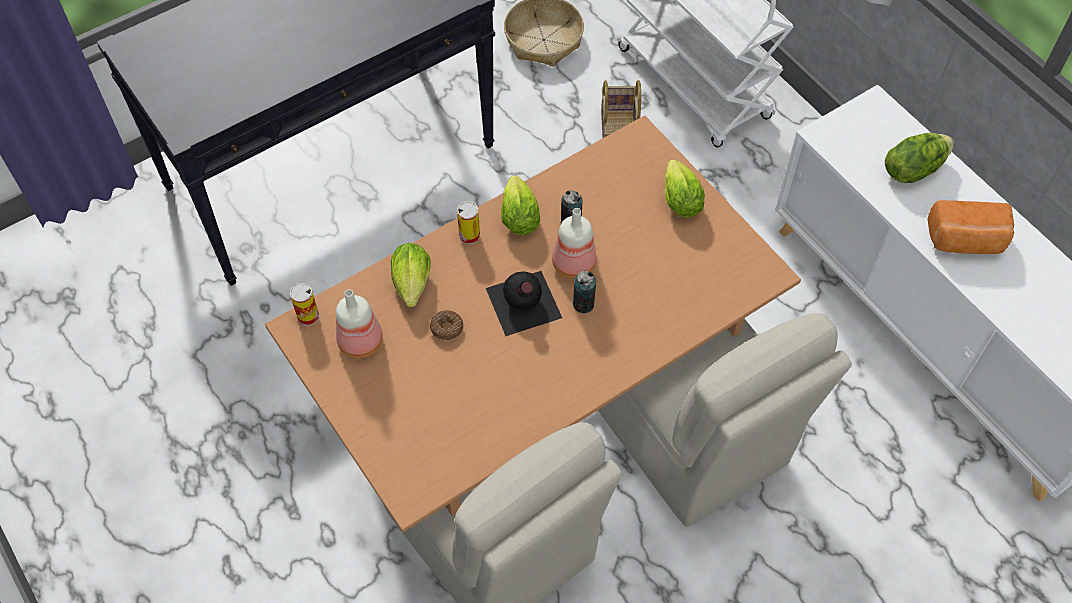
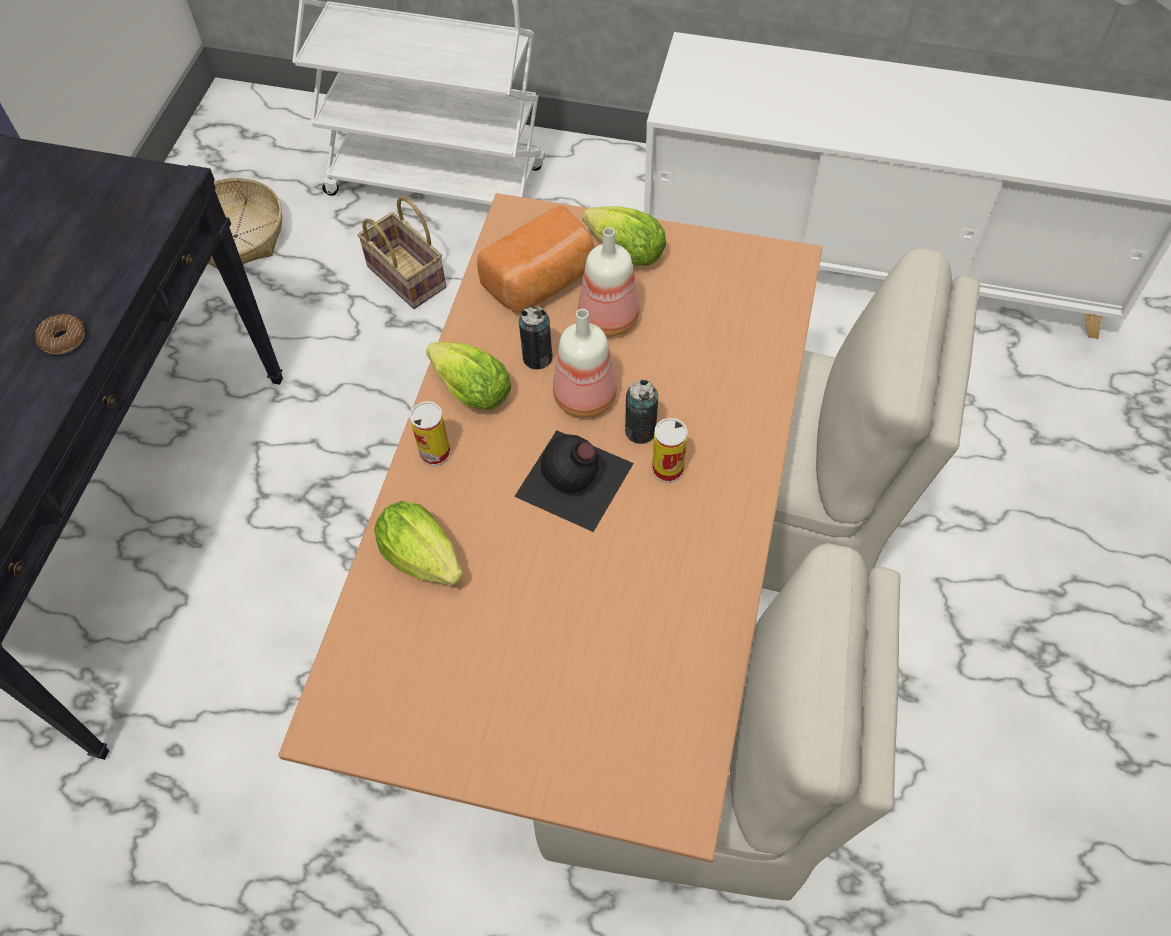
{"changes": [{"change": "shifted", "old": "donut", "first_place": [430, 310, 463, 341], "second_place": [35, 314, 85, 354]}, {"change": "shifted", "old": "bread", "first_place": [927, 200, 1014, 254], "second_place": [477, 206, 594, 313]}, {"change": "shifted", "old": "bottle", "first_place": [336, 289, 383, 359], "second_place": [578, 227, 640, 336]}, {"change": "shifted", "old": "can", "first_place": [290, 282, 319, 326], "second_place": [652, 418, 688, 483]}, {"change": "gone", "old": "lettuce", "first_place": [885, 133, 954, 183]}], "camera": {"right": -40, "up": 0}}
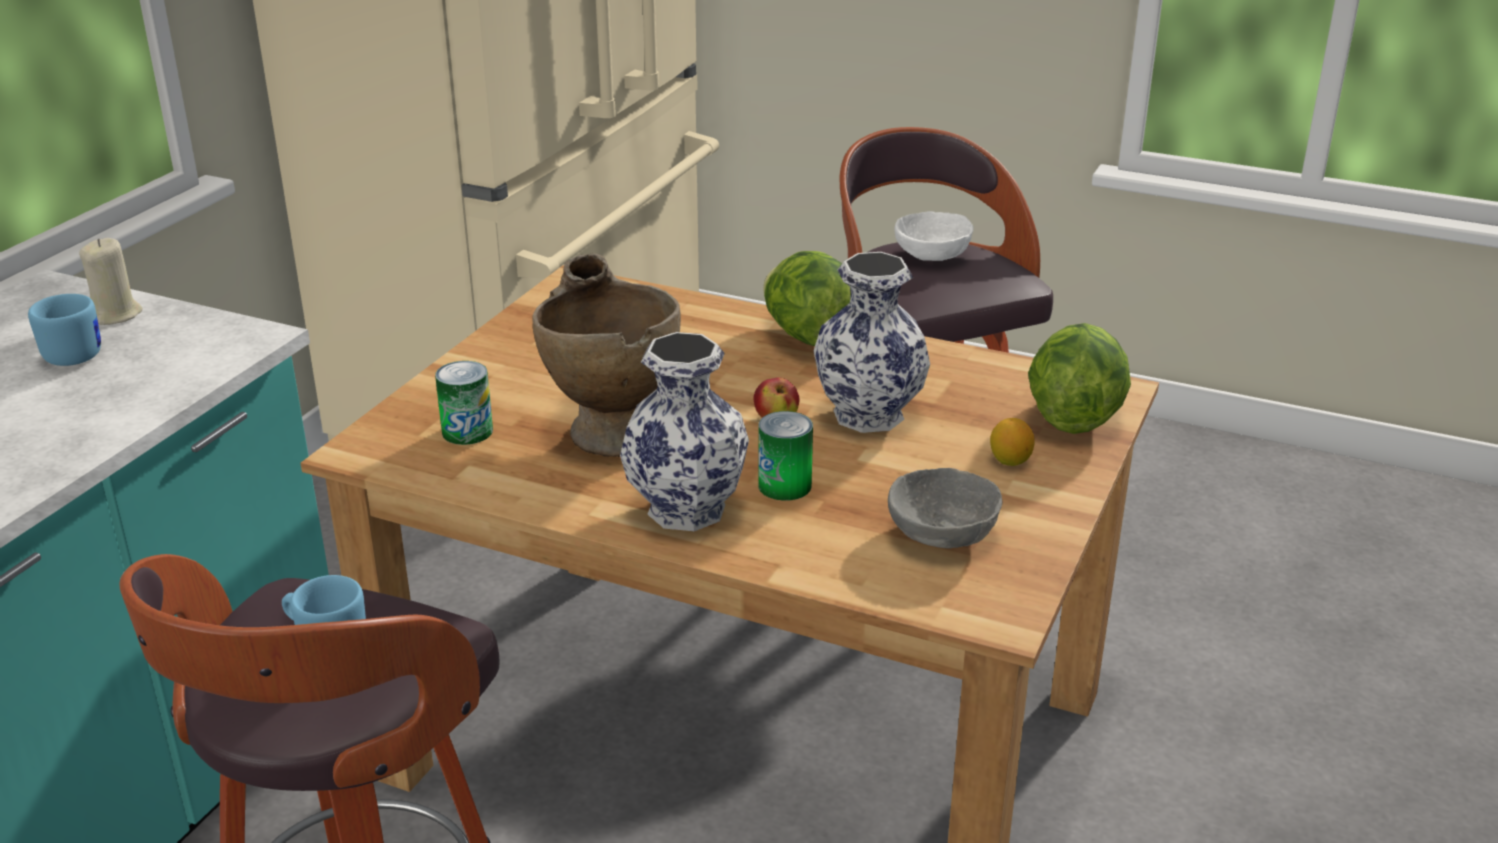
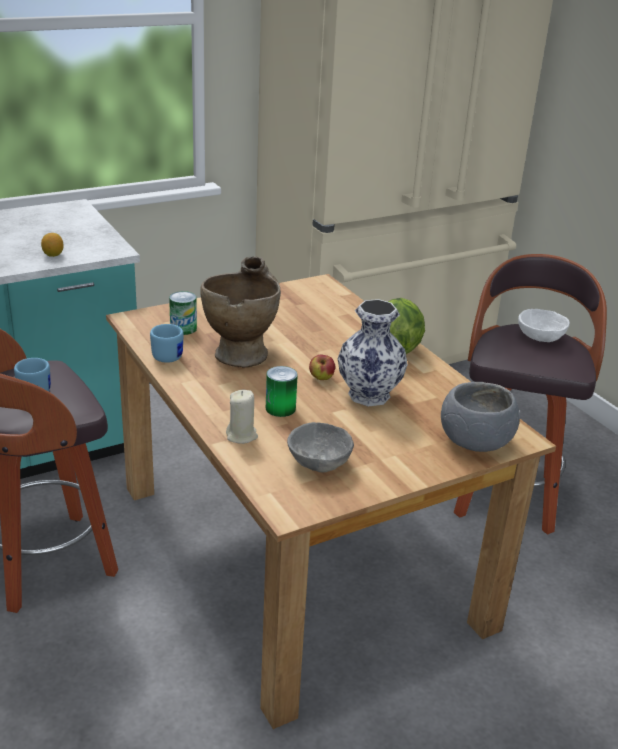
{"changes": [{"change": "shifted", "old": "lemon", "first_place": [990, 418, 1035, 466], "second_place": [41, 233, 63, 257]}, {"change": "shifted", "old": "mug in blue", "first_place": [28, 294, 101, 366], "second_place": [150, 324, 183, 363]}, {"change": "shifted", "old": "candle in beige", "first_place": [79, 238, 143, 325], "second_place": [226, 390, 258, 444]}, {"change": "swapped", "old": "lettuce", "new": "bowl in grey", "first_place": [1028, 323, 1131, 434], "second_place": [441, 382, 520, 452]}, {"change": "gone", "old": "vase", "first_place": [620, 332, 749, 531]}], "camera": {"right": 35, "up": 0}}
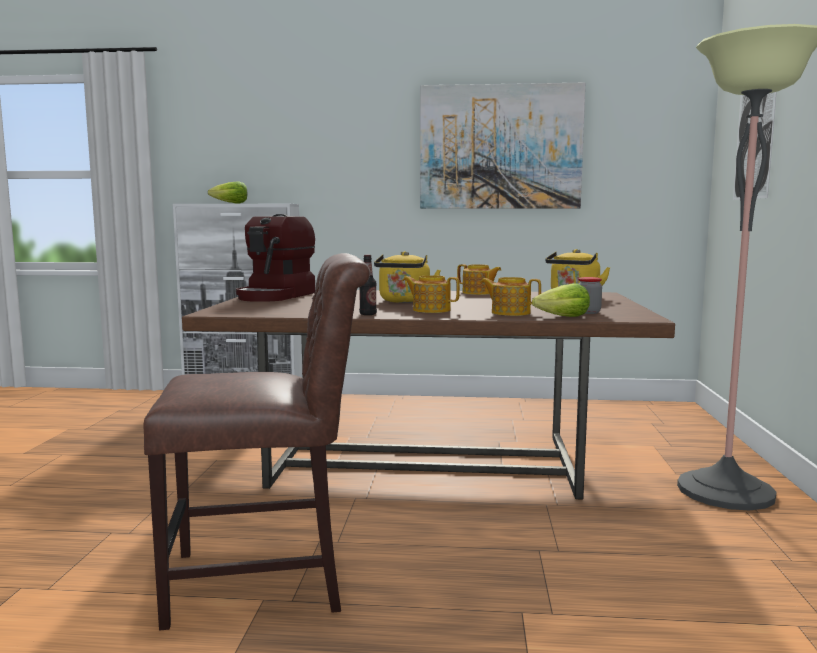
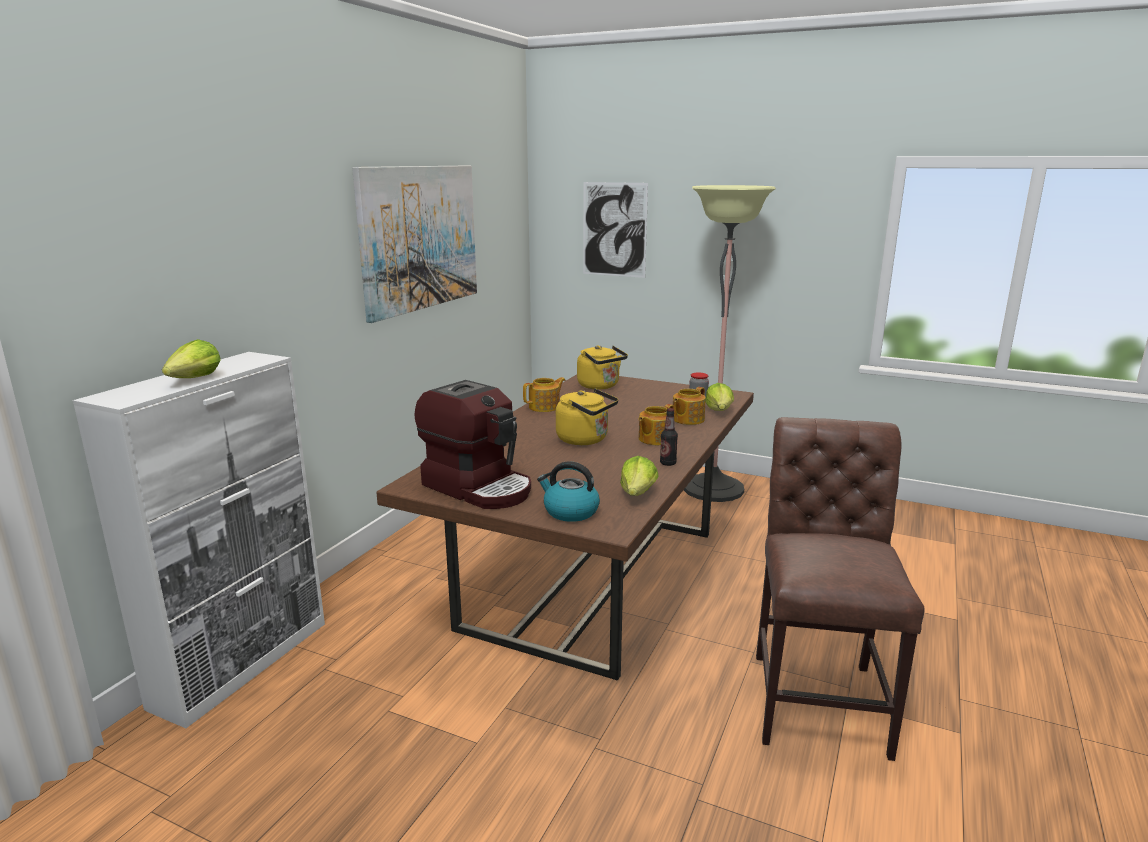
{"changes": [{"change": "new", "new": "kettle", "second_place": [537, 461, 600, 522]}, {"change": "new", "new": "lettuce", "second_place": [620, 456, 659, 496]}], "camera": {"right": -70, "up": 10}}
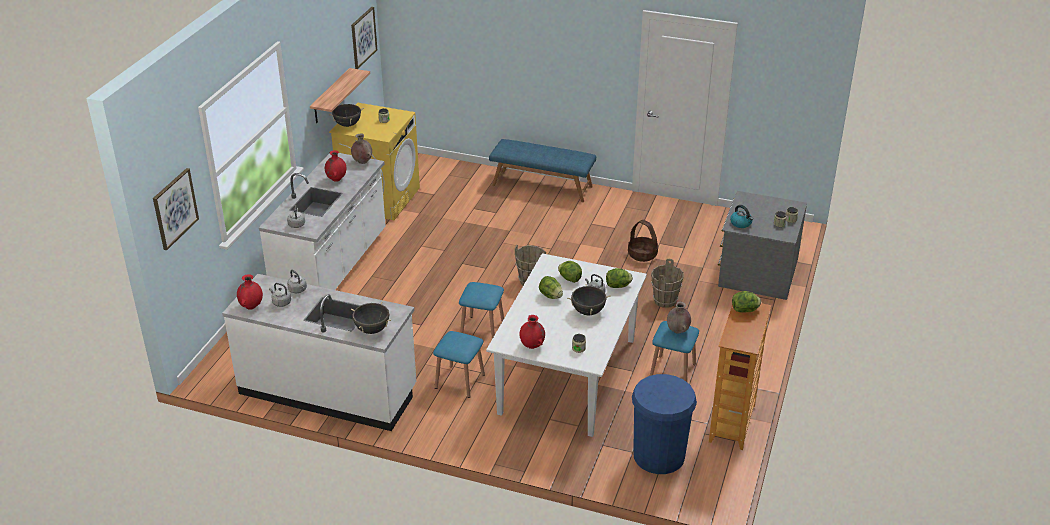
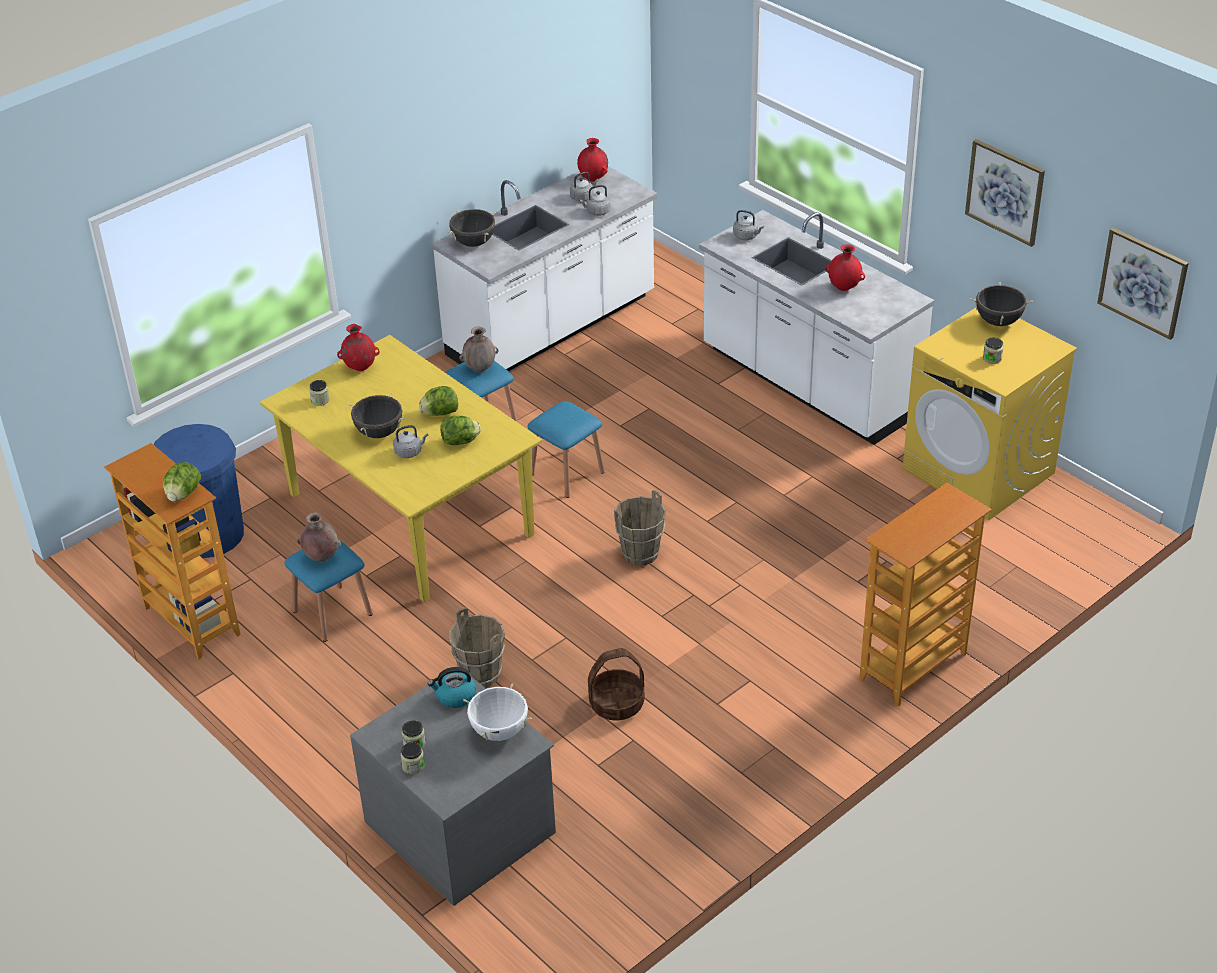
{"changes": [{"change": "repainted", "old": "dining table in white", "new": "dining table in yellow", "first_place": [486, 253, 647, 437], "second_place": [260, 335, 542, 602]}, {"change": "shifted", "old": "vase in brown", "first_place": [351, 133, 372, 164], "second_place": [459, 327, 498, 372]}, {"change": "new", "new": "cooking pot in white", "second_place": [463, 683, 532, 741]}, {"change": "swapped", "old": "bench in blue", "new": "bookcase", "first_place": [489, 139, 596, 202], "second_place": [859, 483, 992, 707]}, {"change": "shifted", "old": "picture", "first_place": [153, 168, 199, 250], "second_place": [965, 139, 1045, 247]}, {"change": "gone", "old": "shelf", "first_place": [310, 68, 370, 123]}, {"change": "gone", "old": "lettuce", "first_place": [606, 268, 633, 288]}], "camera": {"right": 120, "up": 5}}
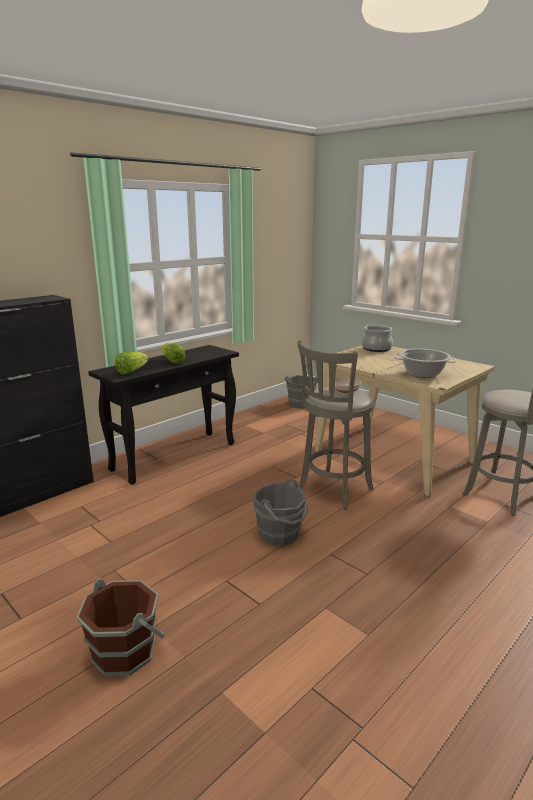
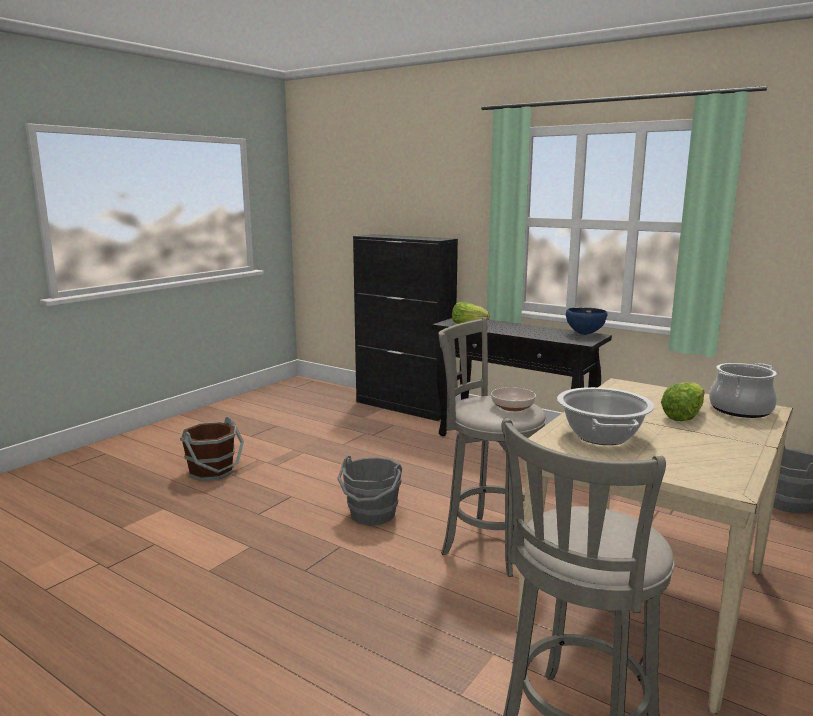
{"changes": [{"change": "new", "new": "bowl in blue", "second_place": [566, 308, 607, 335]}, {"change": "shifted", "old": "lettuce", "first_place": [161, 343, 186, 364], "second_place": [661, 382, 704, 421]}], "camera": {"right": 80, "up": -5}}
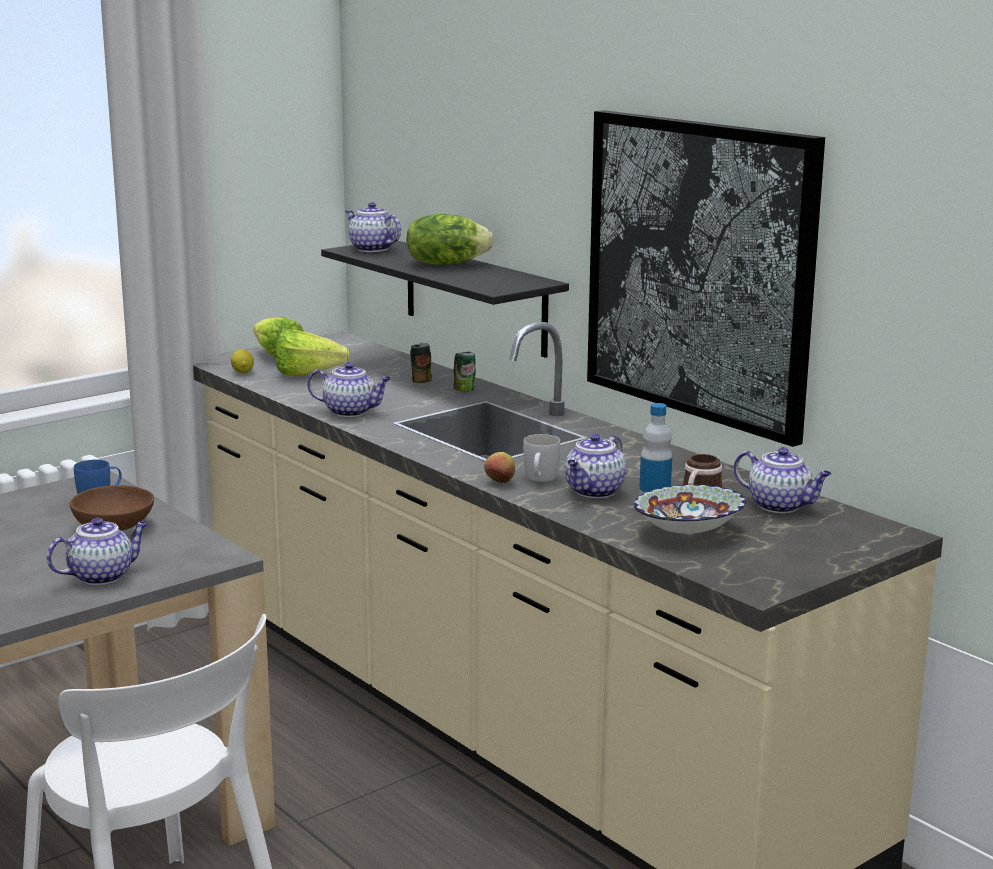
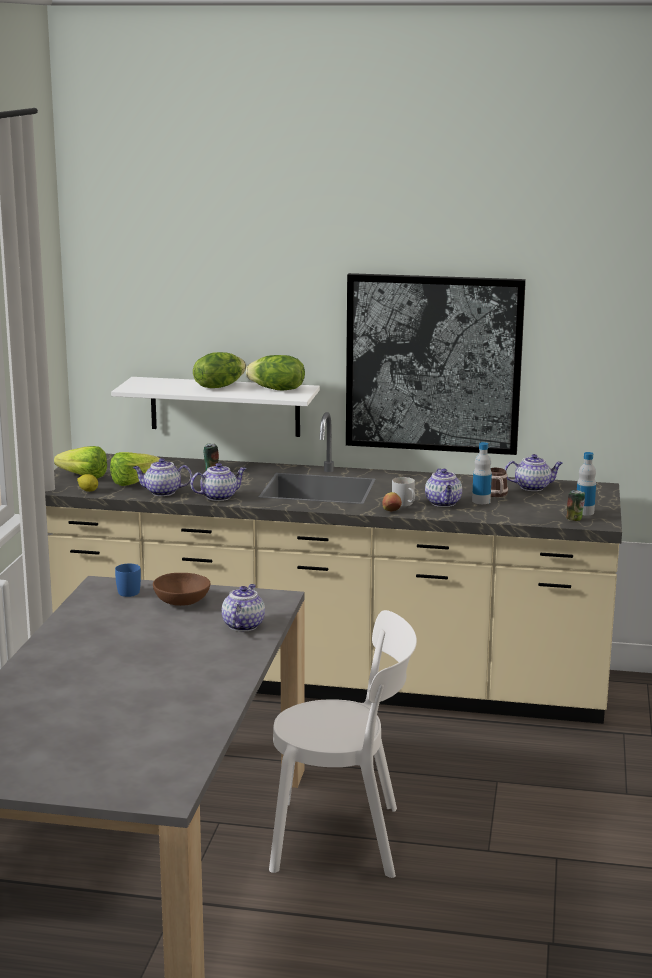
{"changes": [{"change": "repainted", "old": "shelf in black", "new": "shelf in white", "first_place": [321, 241, 569, 358], "second_place": [111, 377, 320, 437]}, {"change": "shifted", "old": "teapot", "first_place": [345, 202, 401, 252], "second_place": [133, 458, 192, 496]}, {"change": "new", "new": "lettuce", "second_place": [246, 355, 305, 390]}, {"change": "shifted", "old": "can", "first_place": [454, 352, 476, 392], "second_place": [566, 490, 585, 521]}, {"change": "new", "new": "bottle", "second_place": [577, 452, 596, 515]}, {"change": "gone", "old": "bowl", "first_place": [634, 485, 746, 535]}], "camera": {"right": -40, "up": 0}}
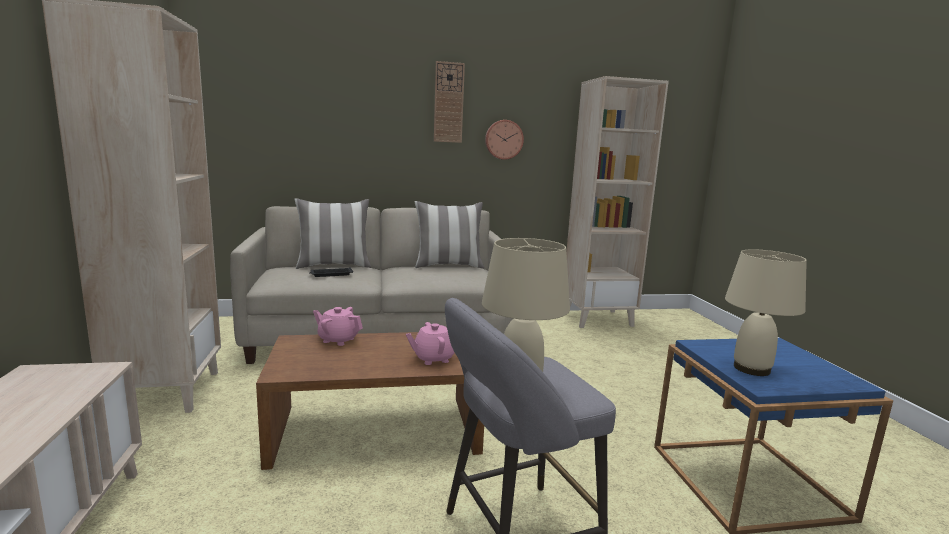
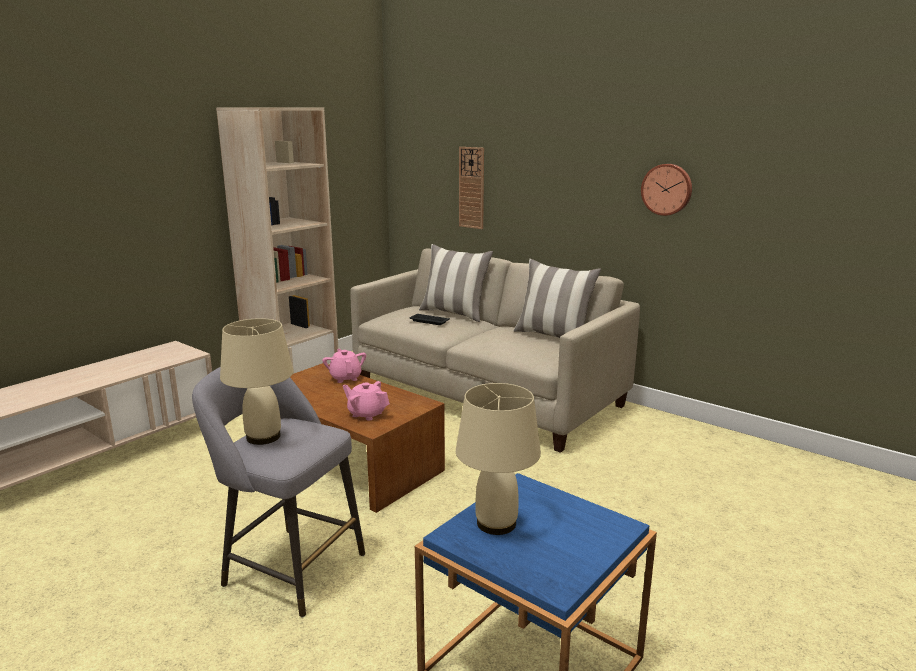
{"changes": [{"change": "shifted", "old": "wall clock", "first_place": [434, 61, 465, 143], "second_place": [459, 147, 484, 229]}, {"change": "gone", "old": "bookcase in beige", "first_place": [566, 76, 669, 328]}], "camera": {"right": 50, "up": 5}}
